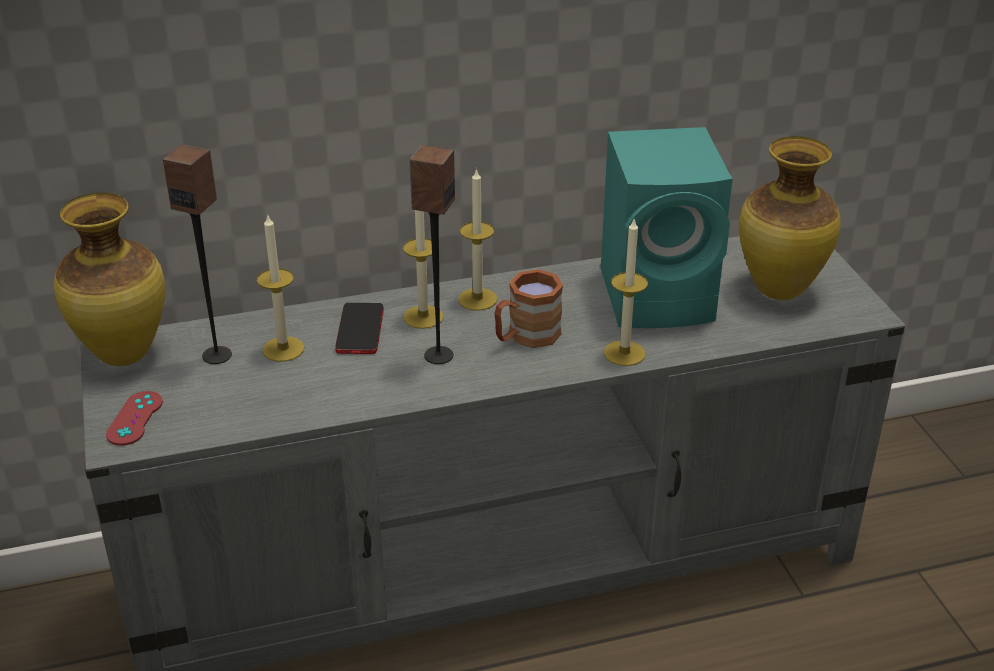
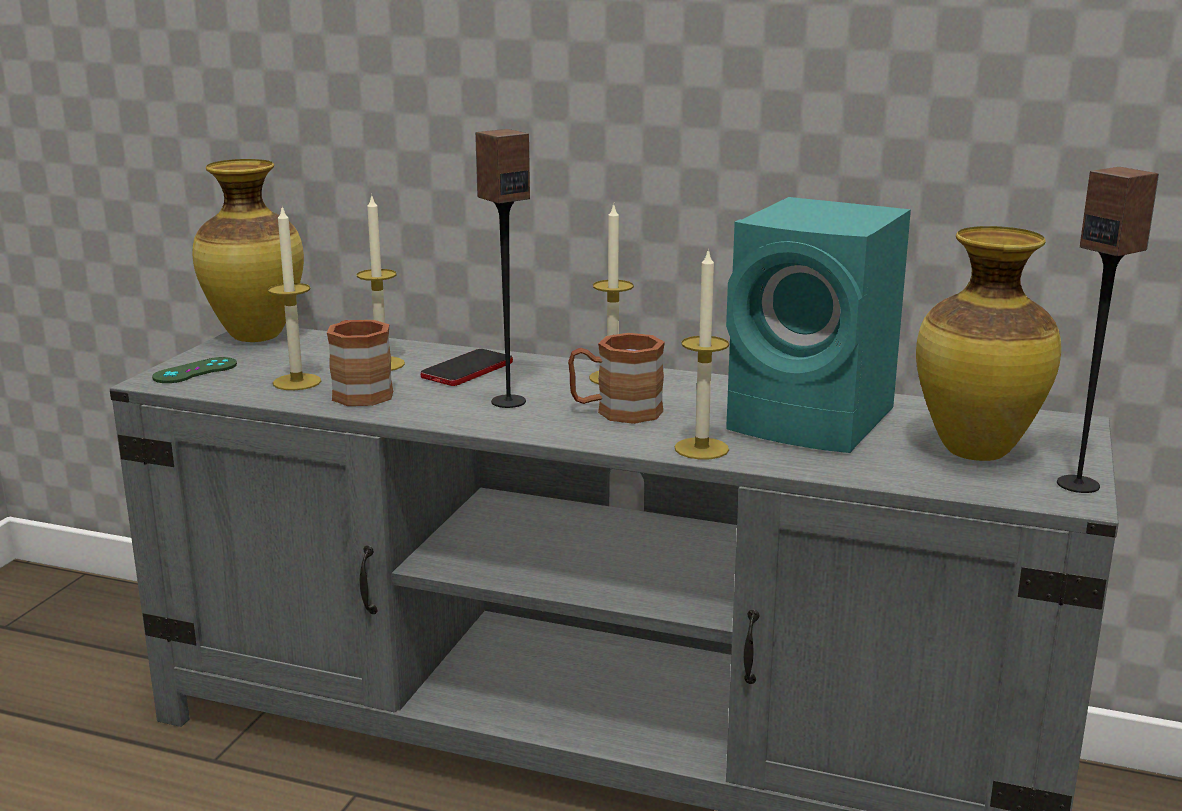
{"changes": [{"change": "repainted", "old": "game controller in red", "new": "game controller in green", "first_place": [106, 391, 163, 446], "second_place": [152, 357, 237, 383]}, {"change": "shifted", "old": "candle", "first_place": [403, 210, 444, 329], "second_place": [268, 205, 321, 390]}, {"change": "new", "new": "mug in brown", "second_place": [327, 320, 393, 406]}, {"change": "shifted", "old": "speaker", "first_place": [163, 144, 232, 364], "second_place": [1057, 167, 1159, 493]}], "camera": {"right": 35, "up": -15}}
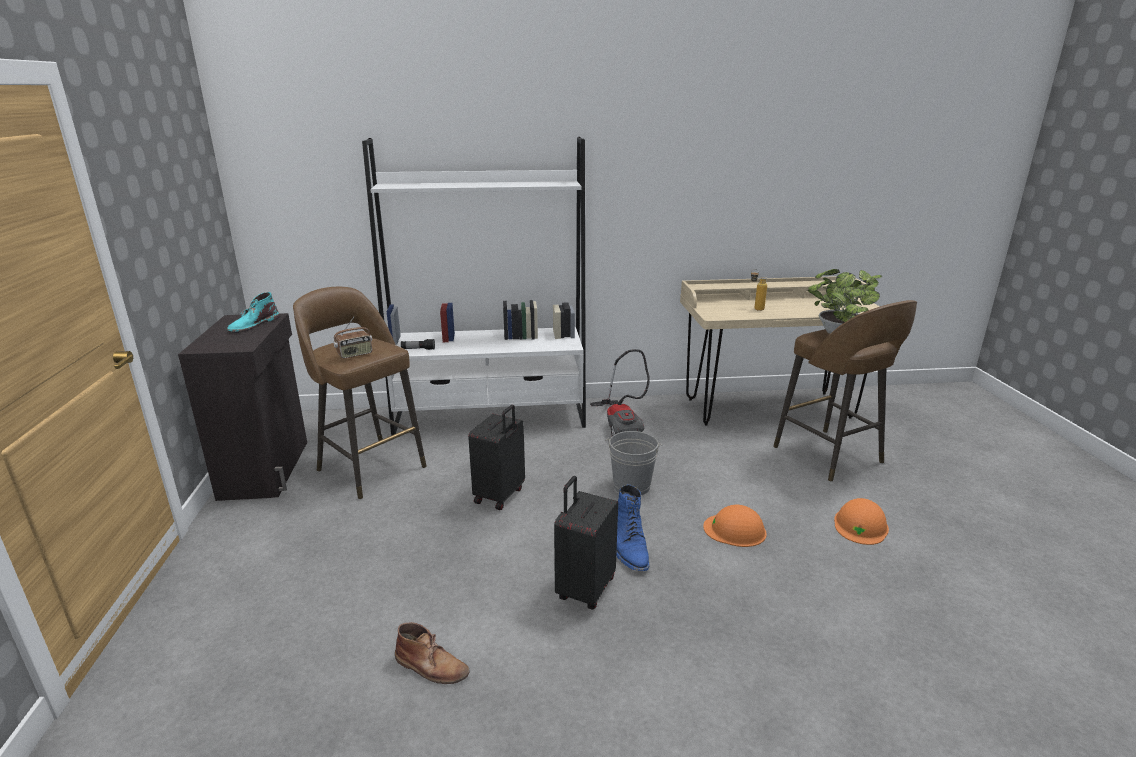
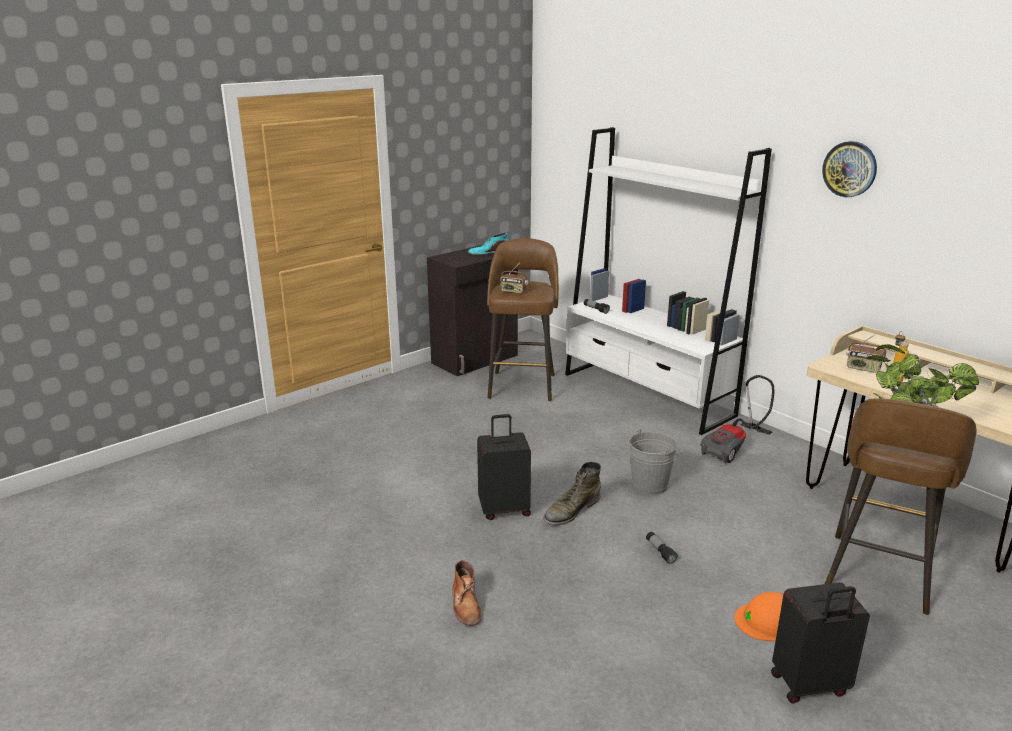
{"changes": [{"change": "shifted", "old": "boot in brown", "first_place": [395, 622, 470, 684], "second_place": [453, 560, 481, 626]}, {"change": "repainted", "old": "boot in blue", "new": "boot in green", "first_place": [616, 484, 649, 571], "second_place": [543, 462, 601, 526]}, {"change": "swapped", "old": "hard hat in orange", "new": "flashlight", "first_place": [703, 505, 767, 547], "second_place": [646, 532, 678, 564]}, {"change": "shifted", "old": "suitcase in black", "first_place": [468, 405, 525, 510], "second_place": [771, 582, 870, 703]}, {"change": "new", "new": "wall clock", "second_place": [822, 141, 877, 197]}, {"change": "new", "new": "radio", "second_place": [846, 333, 886, 373]}], "camera": {"right": 55, "up": 0}}
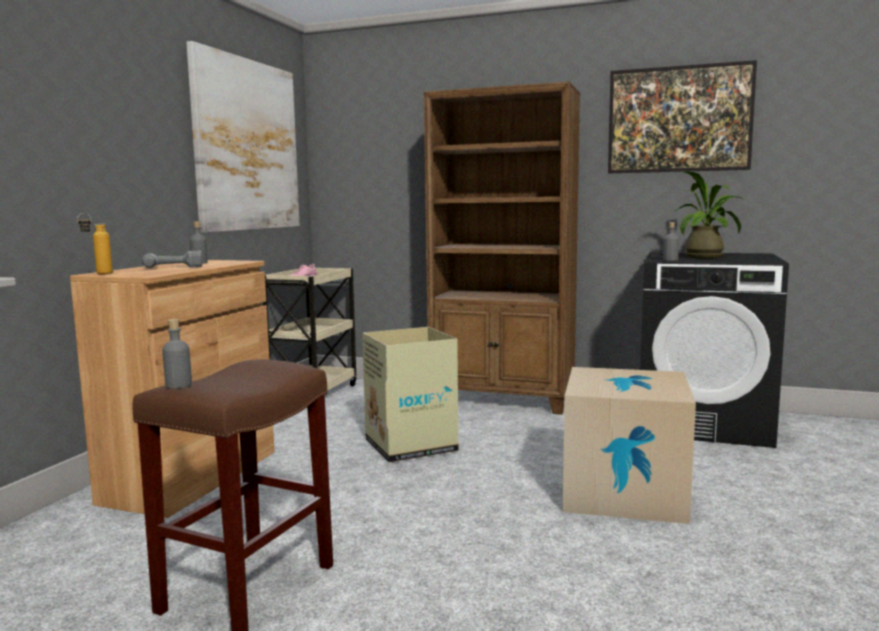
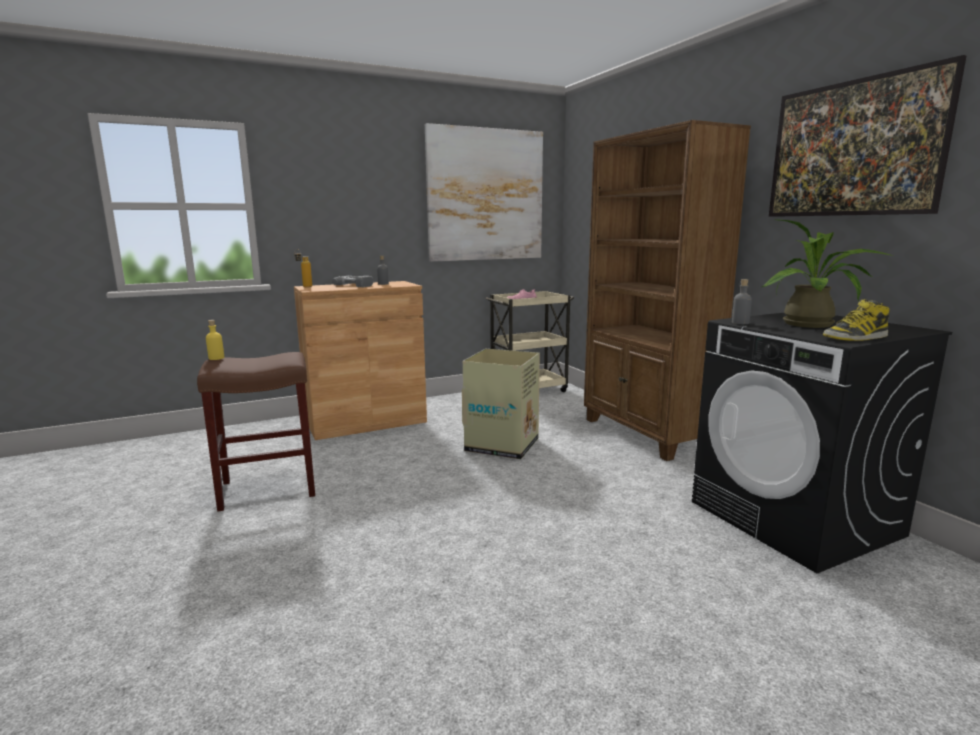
{"changes": [{"change": "repainted", "old": "bottle in grey", "new": "bottle in yellow", "first_place": [162, 319, 192, 389], "second_place": [206, 320, 224, 360]}, {"change": "new", "new": "boot", "second_place": [823, 299, 890, 341]}, {"change": "gone", "old": "cardboard box", "first_place": [563, 367, 696, 524]}], "camera": {"right": 45, "up": 5}}
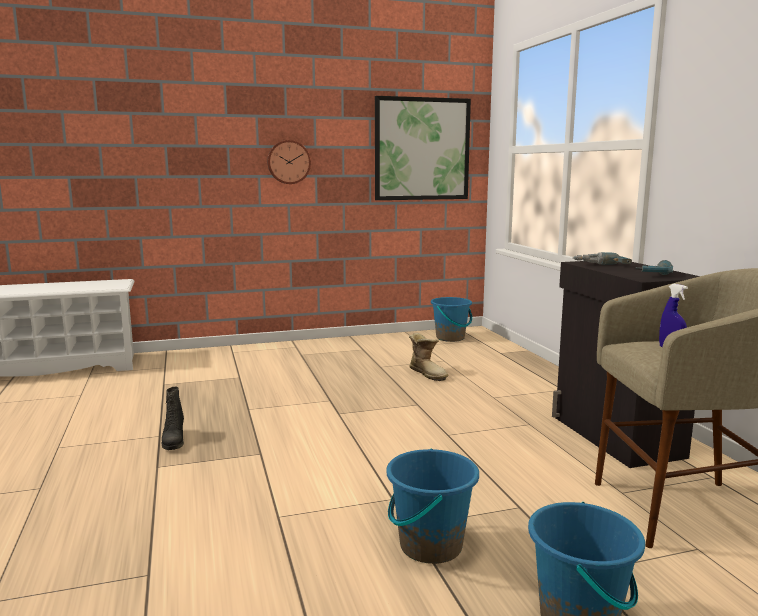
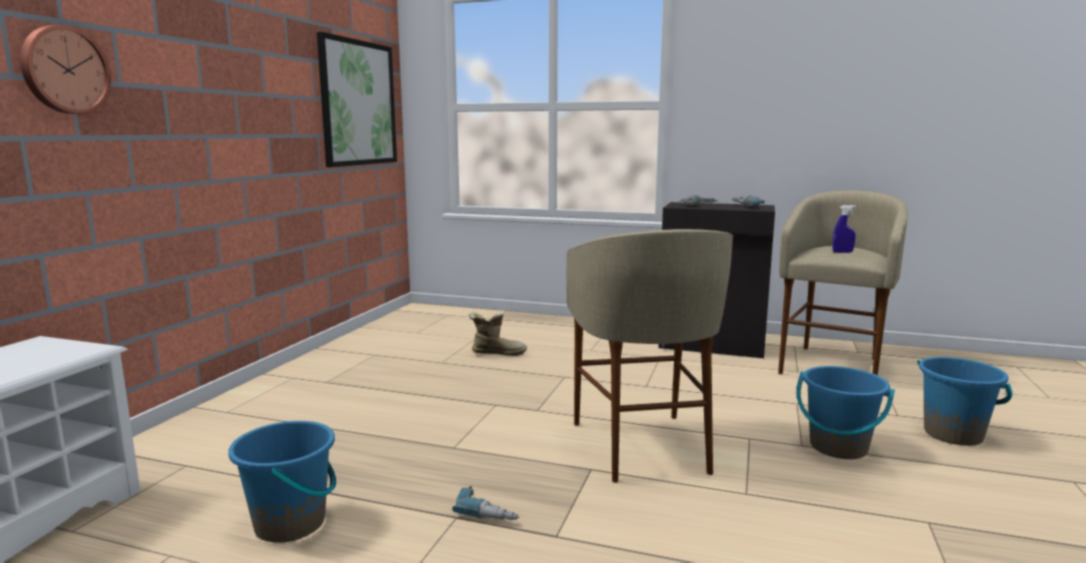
{"changes": [{"change": "shifted", "old": "wall clock", "first_place": [267, 140, 311, 184], "second_place": [20, 25, 111, 114]}, {"change": "shifted", "old": "bucket in blue", "first_place": [431, 297, 472, 342], "second_place": [228, 421, 336, 543]}, {"change": "swapped", "old": "boot in black", "new": "power drill", "first_place": [162, 387, 184, 450], "second_place": [452, 486, 519, 520]}, {"change": "new", "new": "stool in beige", "second_place": [567, 229, 733, 483]}], "camera": {"right": -55, "up": 0}}
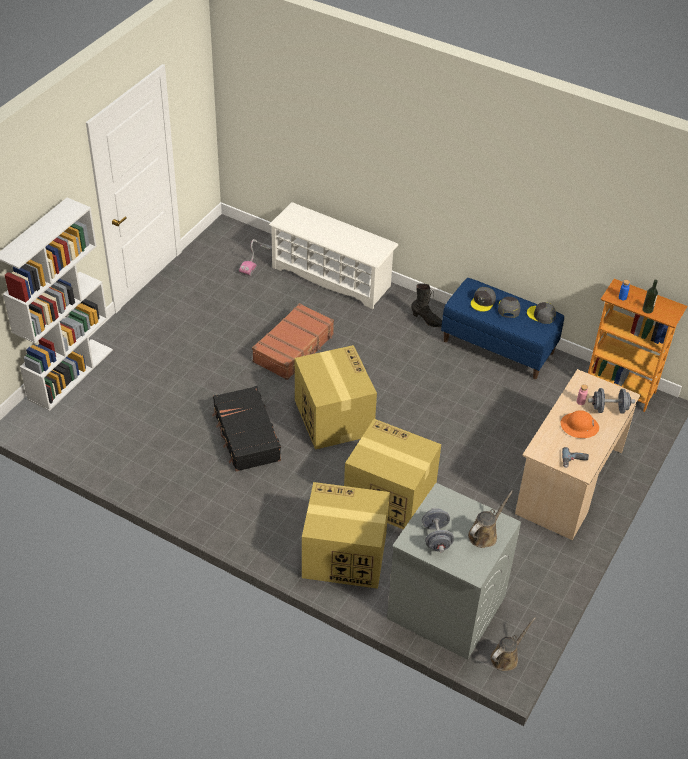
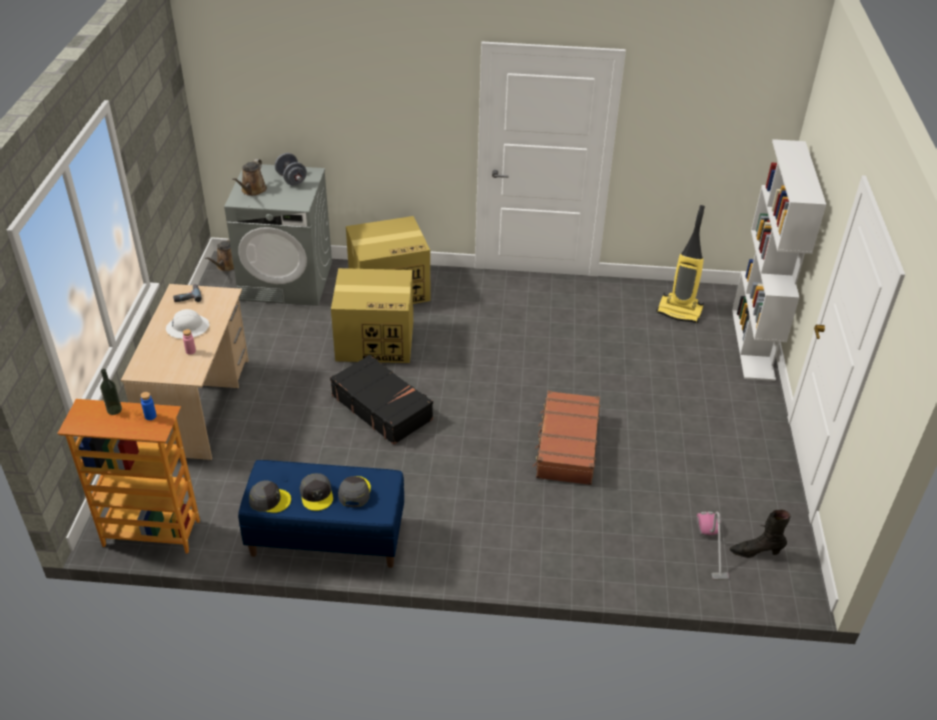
{"changes": [{"change": "repainted", "old": "hard hat in orange", "new": "hard hat in white", "first_place": [561, 410, 599, 438], "second_place": [166, 309, 209, 338]}, {"change": "shifted", "old": "suitcase in black", "first_place": [212, 386, 281, 472], "second_place": [330, 355, 433, 445]}, {"change": "new", "new": "vacuum cleaner", "second_place": [656, 205, 705, 323]}, {"change": "shifted", "old": "boot in black", "first_place": [411, 283, 442, 327], "second_place": [729, 509, 791, 558]}, {"change": "gone", "old": "shoe rack in white", "first_place": [269, 202, 398, 309]}, {"change": "gone", "old": "cardboard box", "first_place": [295, 345, 377, 450]}, {"change": "gone", "old": "dumbbell in grey", "first_place": [588, 388, 635, 414]}], "camera": {"right": 155, "up": -5}}
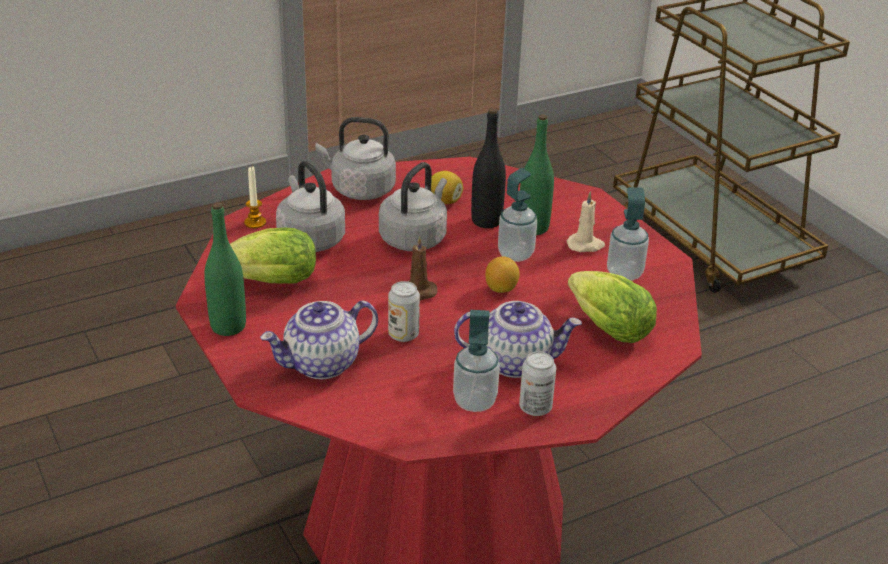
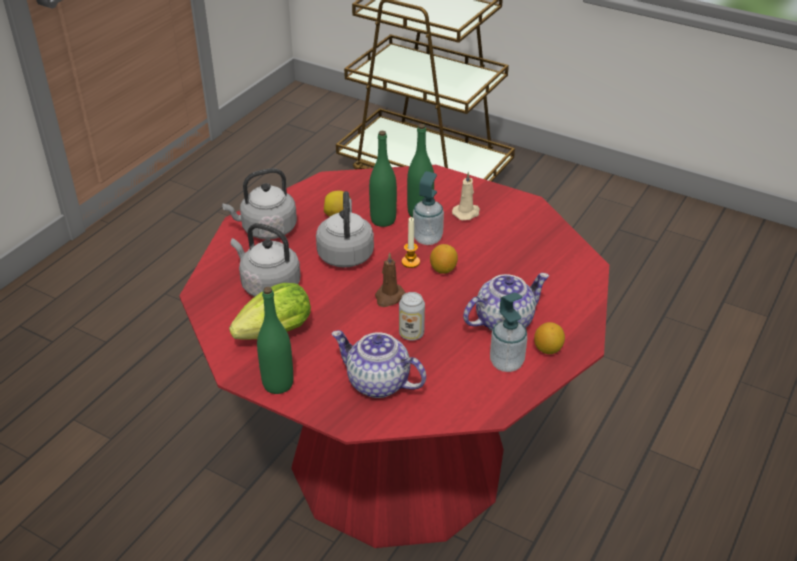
{"changes": [{"change": "rotated", "old": "teapot", "first_place": [260, 301, 378, 379], "second_place": [332, 330, 426, 398], "degrees": 90}, {"change": "repainted", "old": "bottle in black", "new": "bottle in green", "first_place": [471, 108, 506, 228], "second_place": [369, 131, 397, 227]}, {"change": "shifted", "old": "candle", "first_place": [244, 166, 266, 228], "second_place": [402, 217, 420, 268]}, {"change": "swapped", "old": "can", "new": "lemon", "first_place": [519, 351, 556, 416], "second_place": [534, 322, 565, 354]}, {"change": "gone", "old": "lettuce", "first_place": [568, 271, 657, 343]}, {"change": "gone", "old": "soap dispenser", "first_place": [607, 187, 649, 281]}], "camera": {"right": -30, "up": 5}}
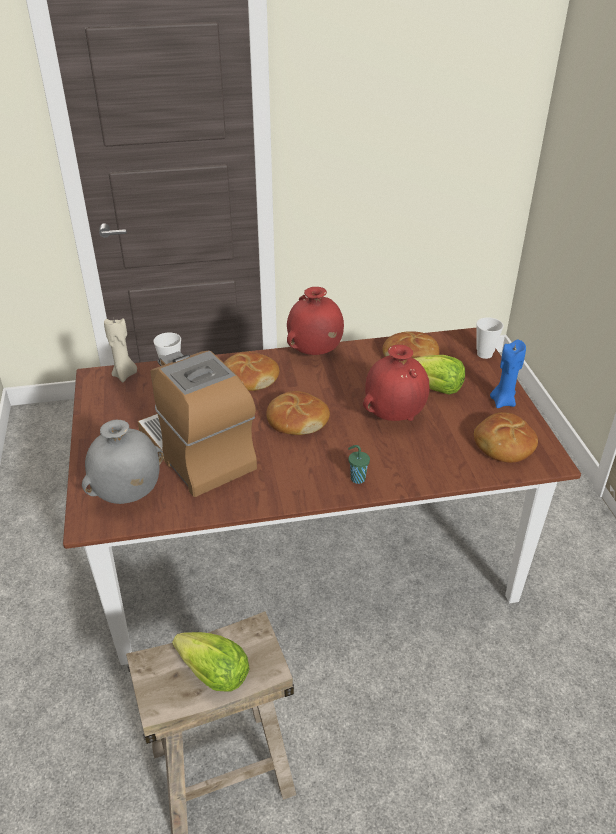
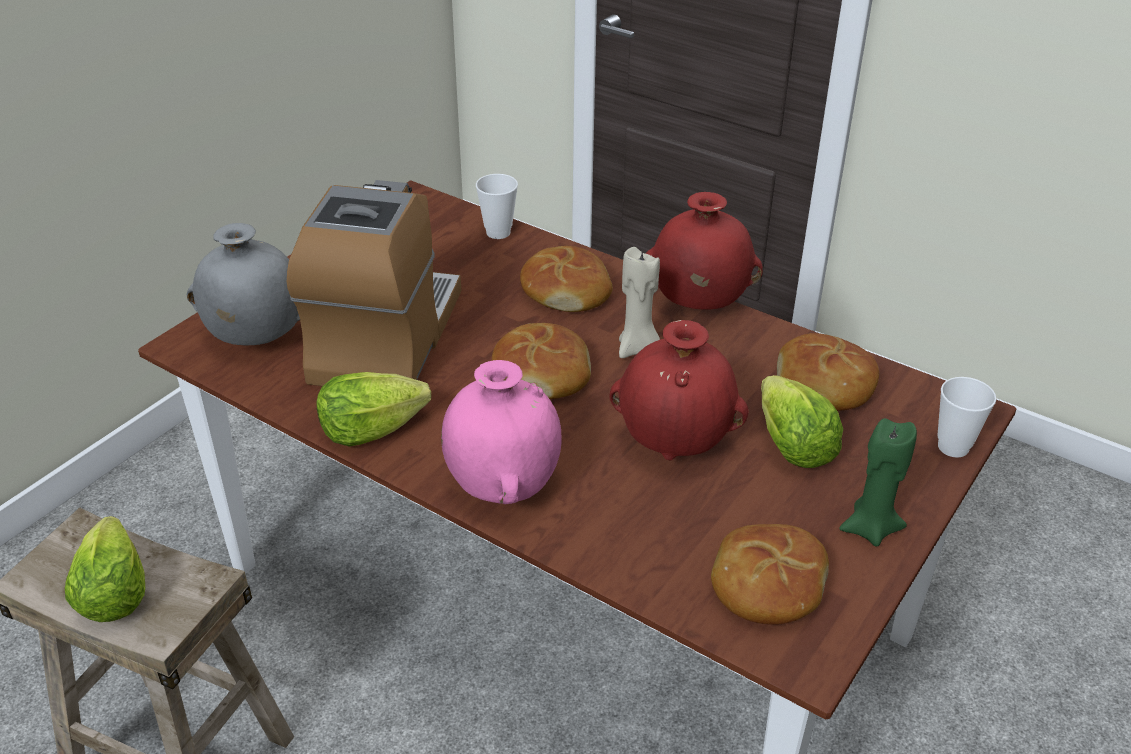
{"changes": [{"change": "new", "new": "lettuce", "second_place": [316, 372, 431, 446]}, {"change": "swapped", "old": "cup in green", "new": "vase in pink", "first_place": [348, 445, 370, 484], "second_place": [441, 360, 562, 504]}, {"change": "shifted", "old": "candle in beige", "first_place": [104, 318, 137, 382], "second_place": [619, 247, 660, 358]}, {"change": "repainted", "old": "candle in blue", "new": "candle in green", "first_place": [490, 340, 526, 408], "second_place": [839, 418, 917, 546]}], "camera": {"right": 45, "up": 0}}
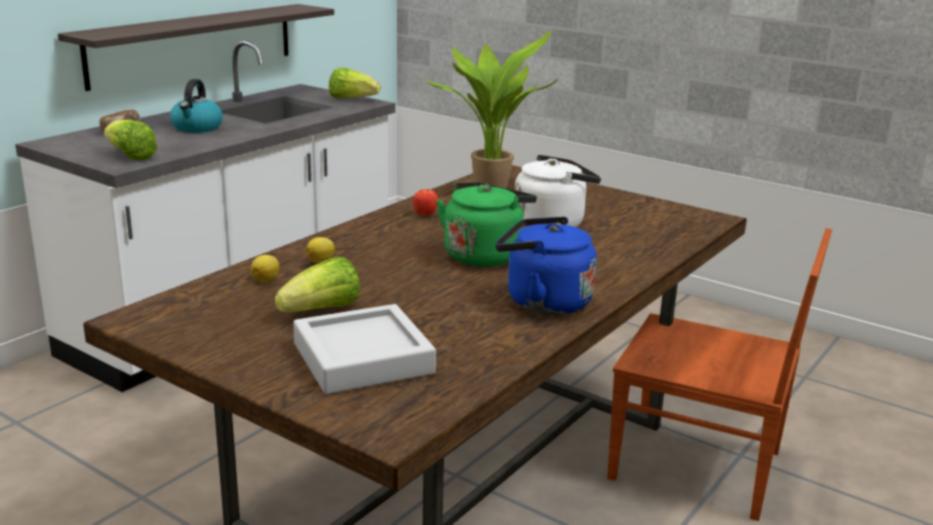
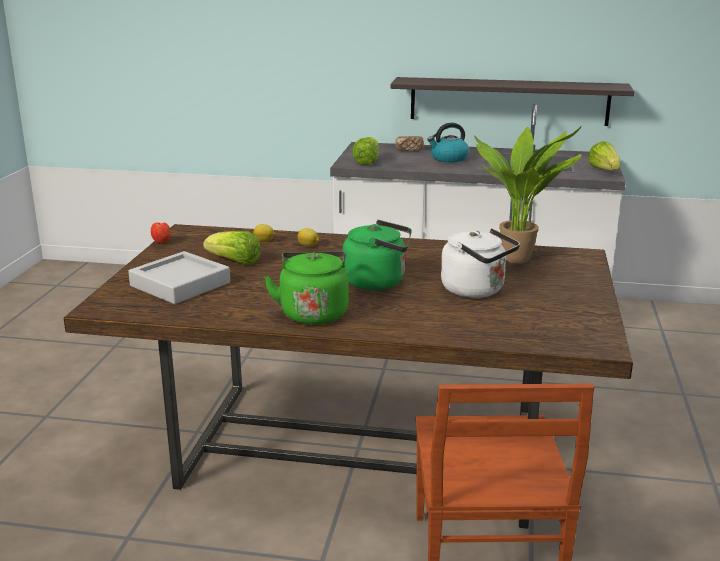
{"changes": [{"change": "shifted", "old": "apple", "first_place": [413, 189, 438, 216], "second_place": [151, 223, 171, 244]}, {"change": "repainted", "old": "kettle in blue", "new": "kettle in green", "first_place": [495, 217, 597, 315], "second_place": [264, 252, 349, 325]}], "camera": {"right": 65, "up": 0}}
